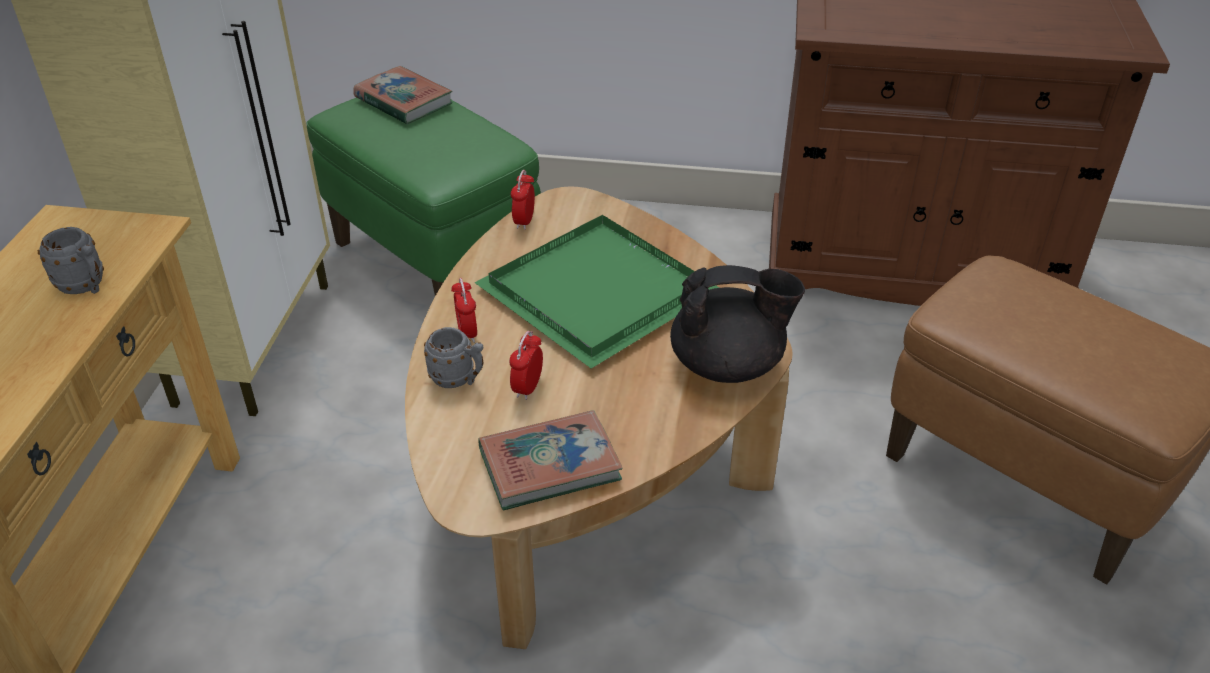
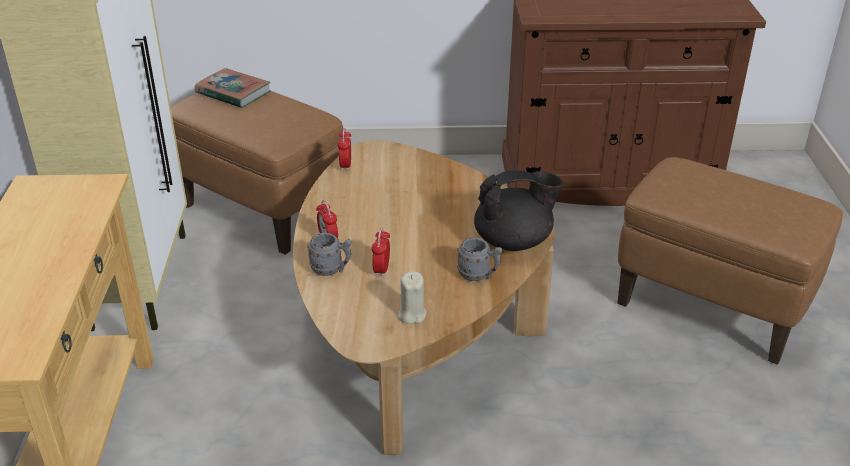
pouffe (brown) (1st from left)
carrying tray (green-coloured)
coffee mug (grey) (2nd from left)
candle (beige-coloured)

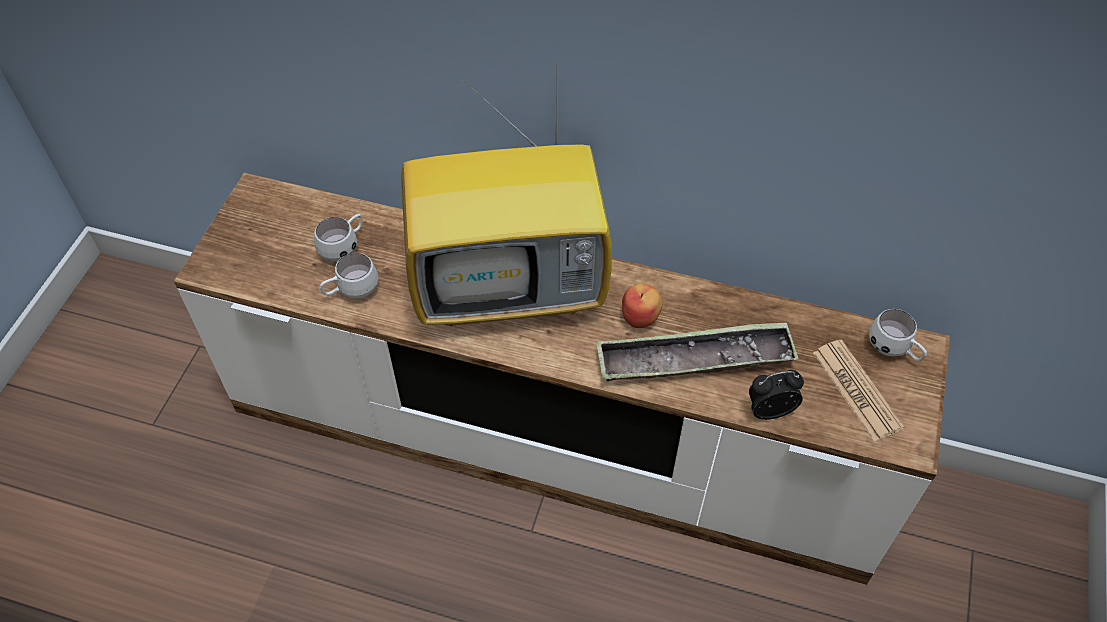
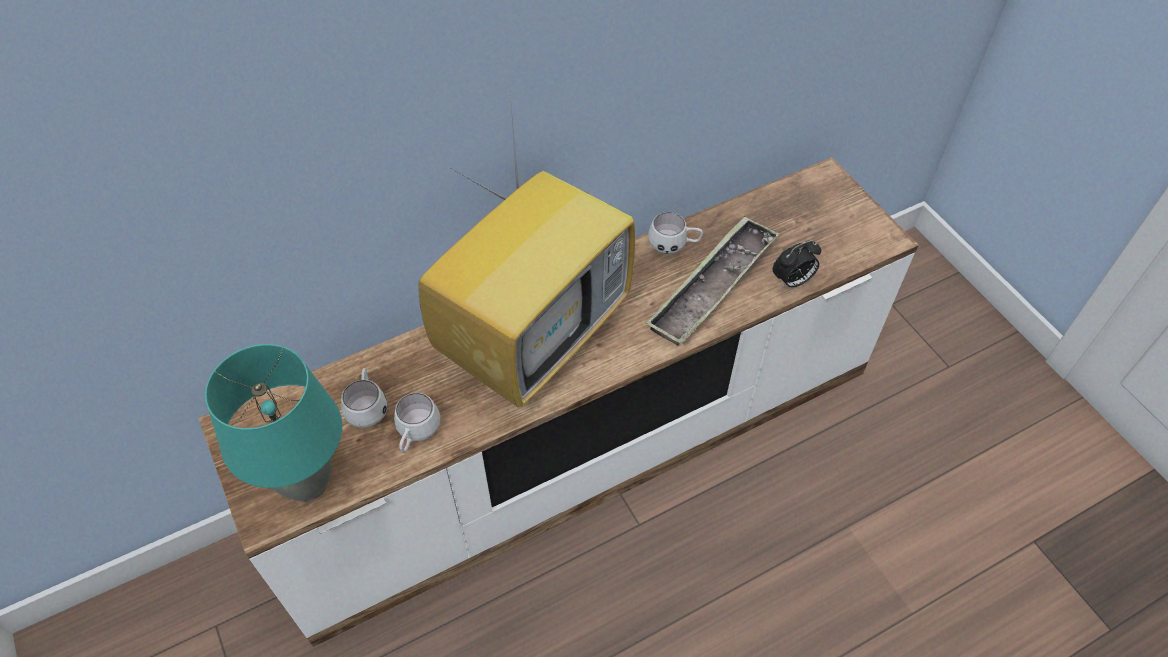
whole apple
coffee mug (white-coloured) (3rd from left)
daily paper
bedside clock
tabletop lamp (turquoise)

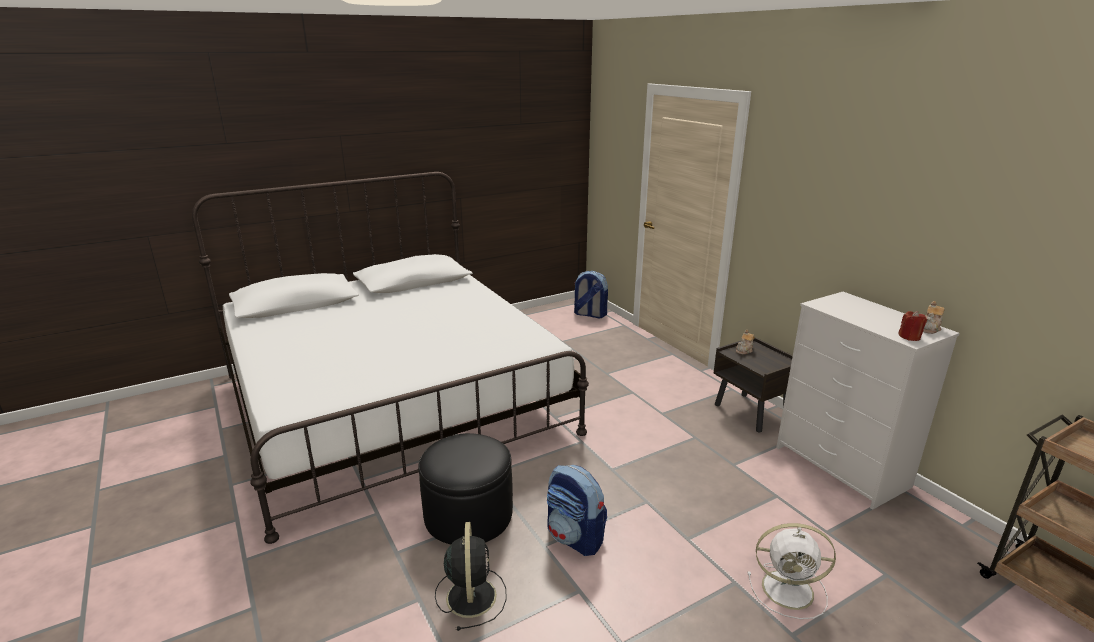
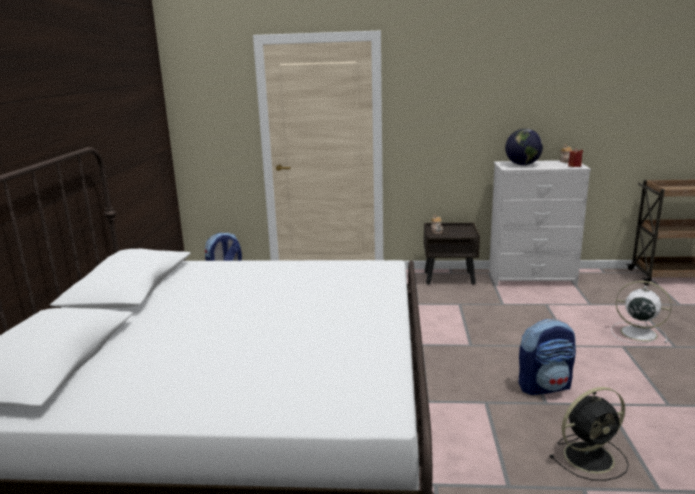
pouffe (black)
fan (black)
fan (white-coloured)
world globe

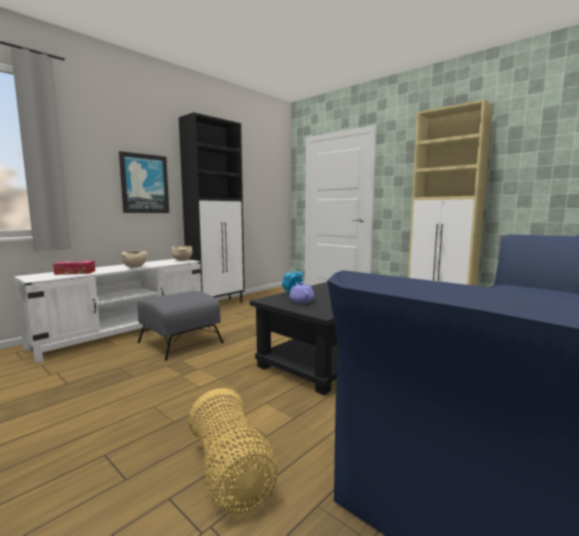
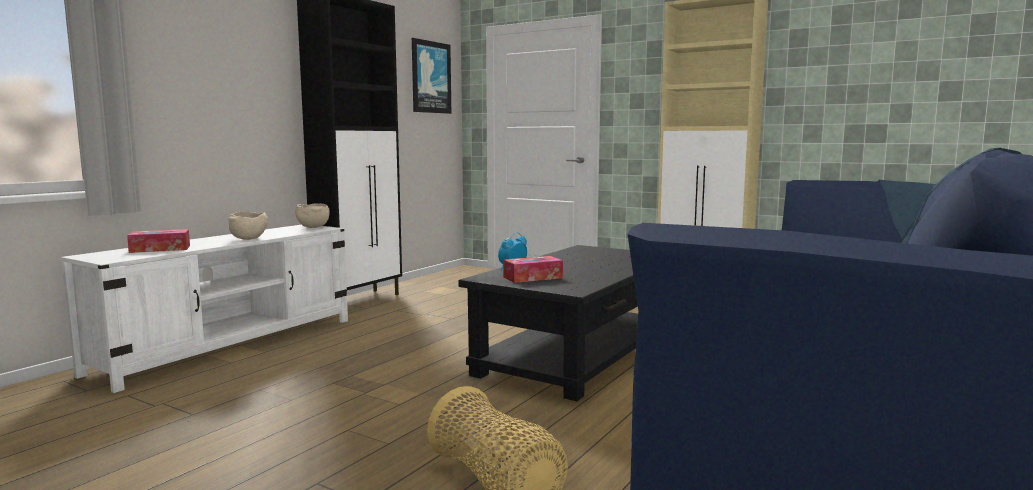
wall art
box of tissues (2nd from left)
pouffe (grey)

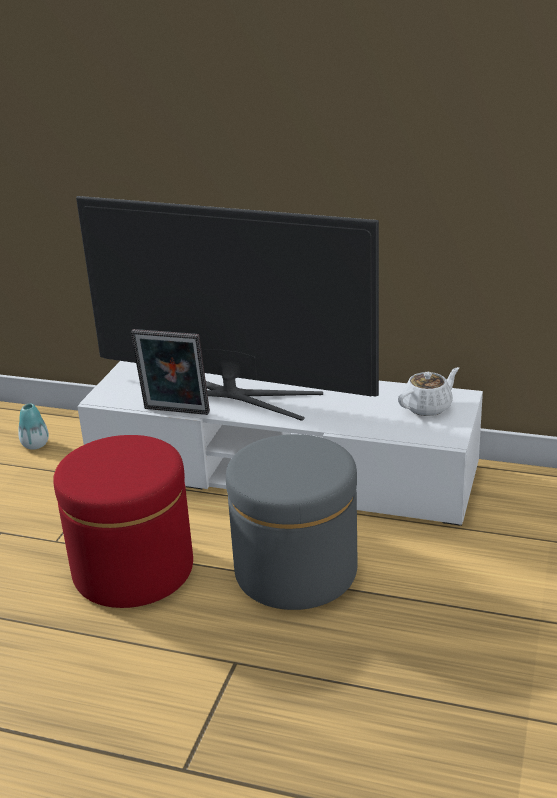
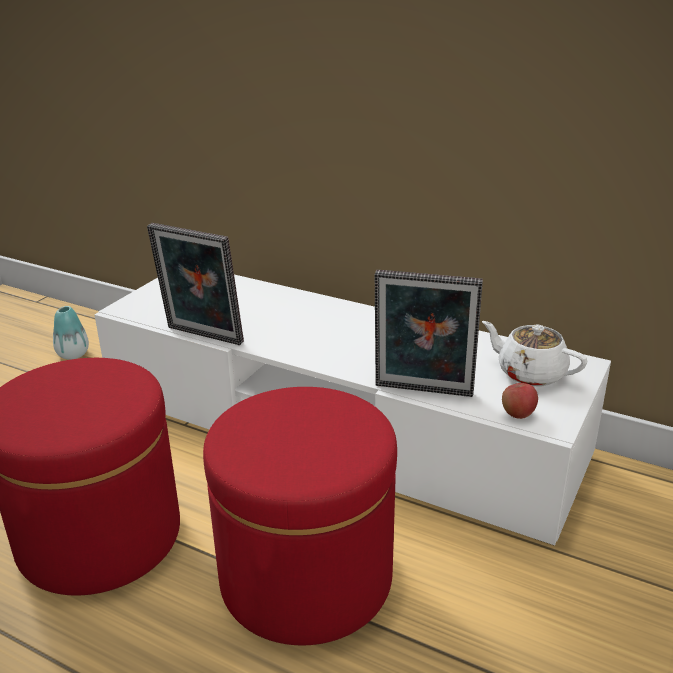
TV
pot for tea (white-coloured)
pouffe (reddish) (2nd from left)
photo frame (2nd from left)
whole apple

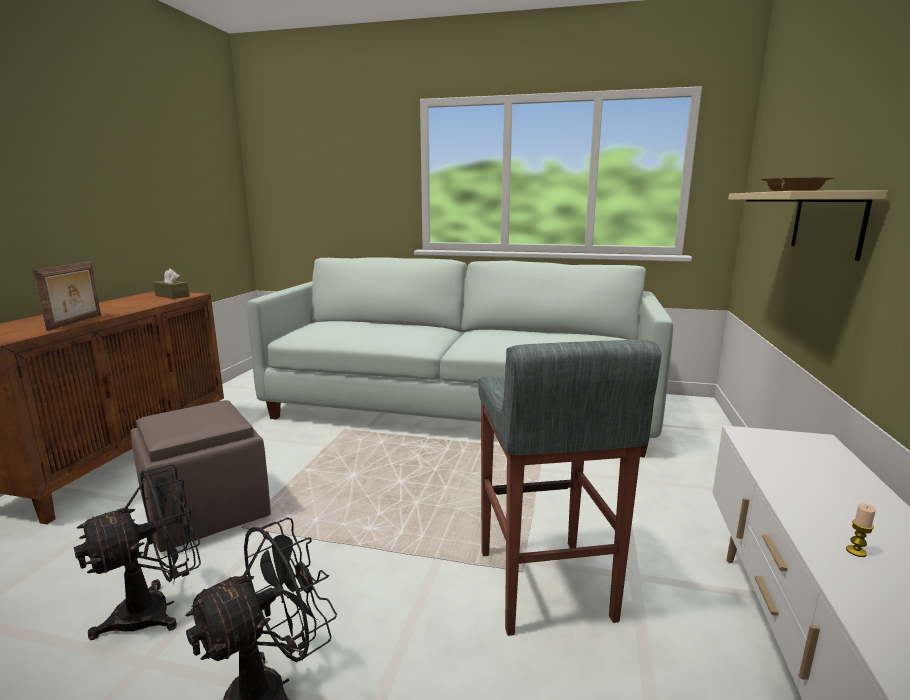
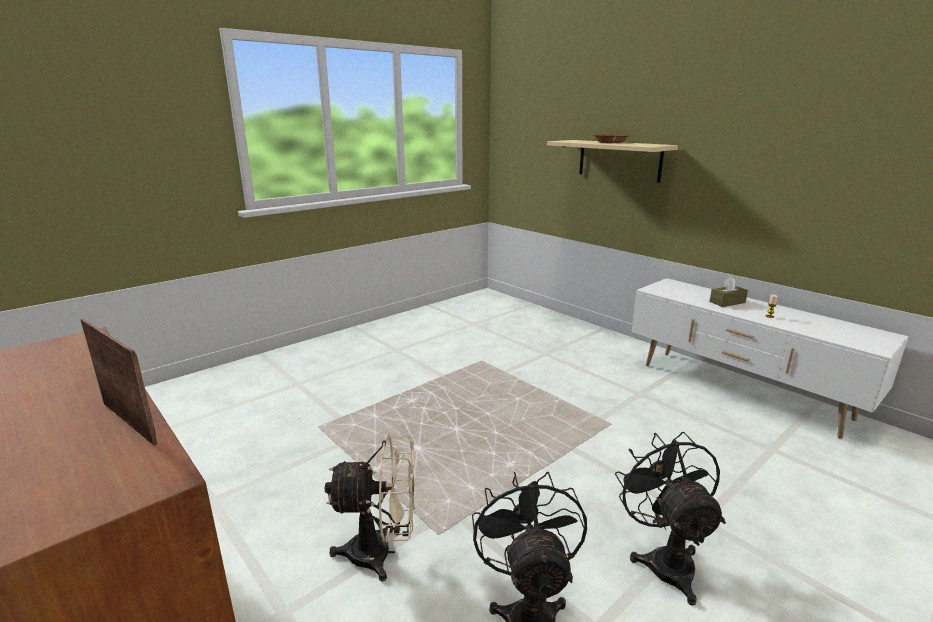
sofa (white-coloured)
box of tissues (brown)
sitting stool (grey)
fan (beige-coloured)

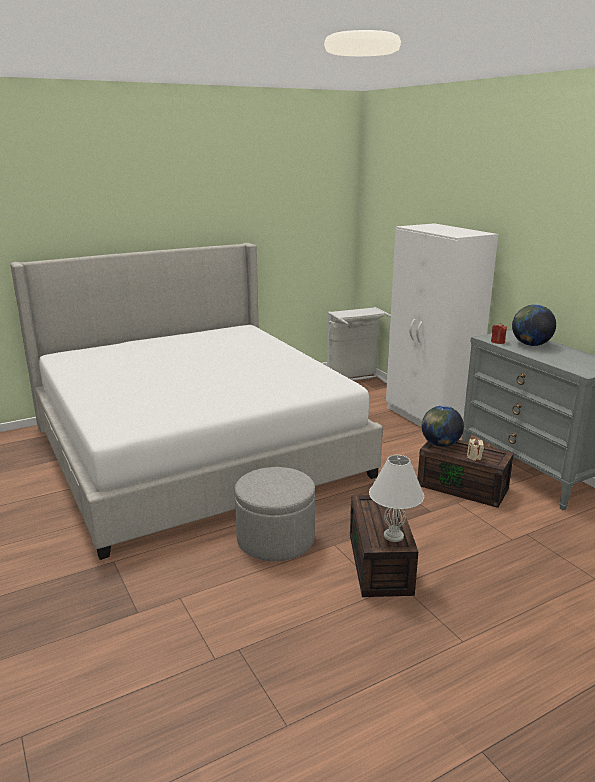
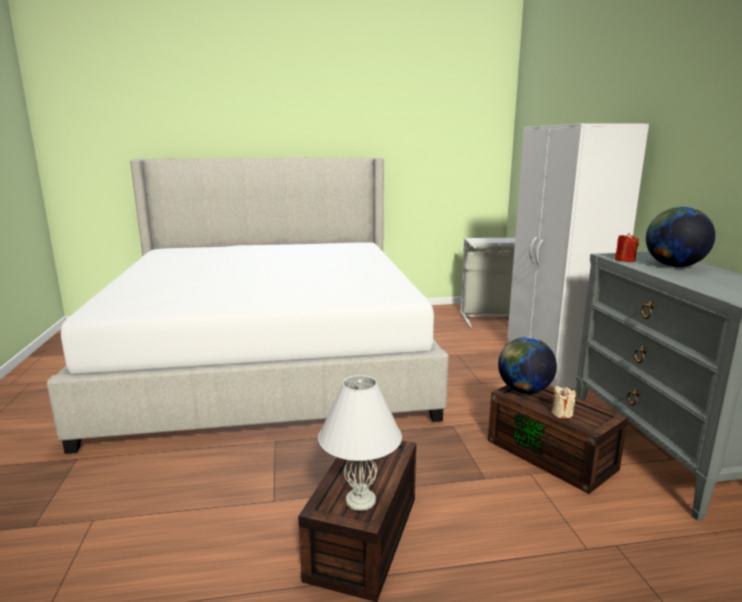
pouffe (grey)

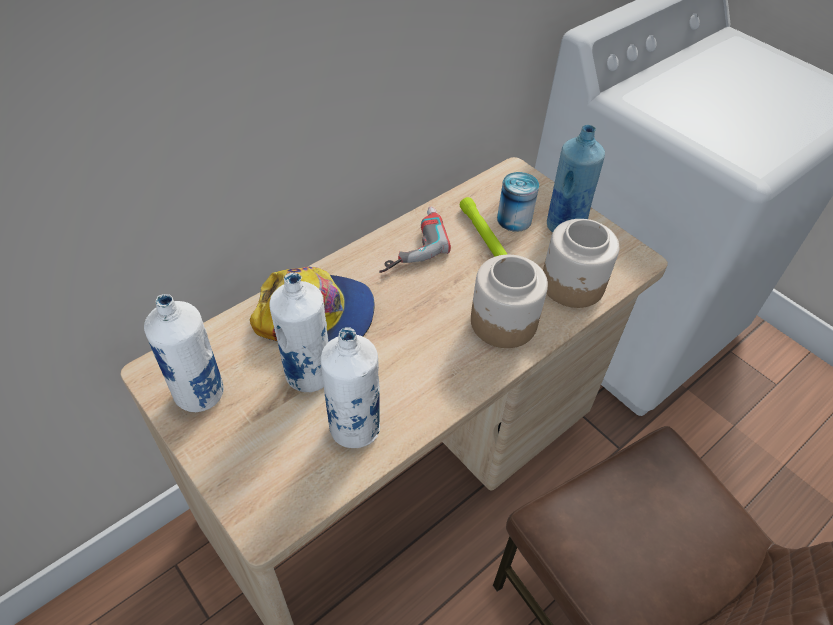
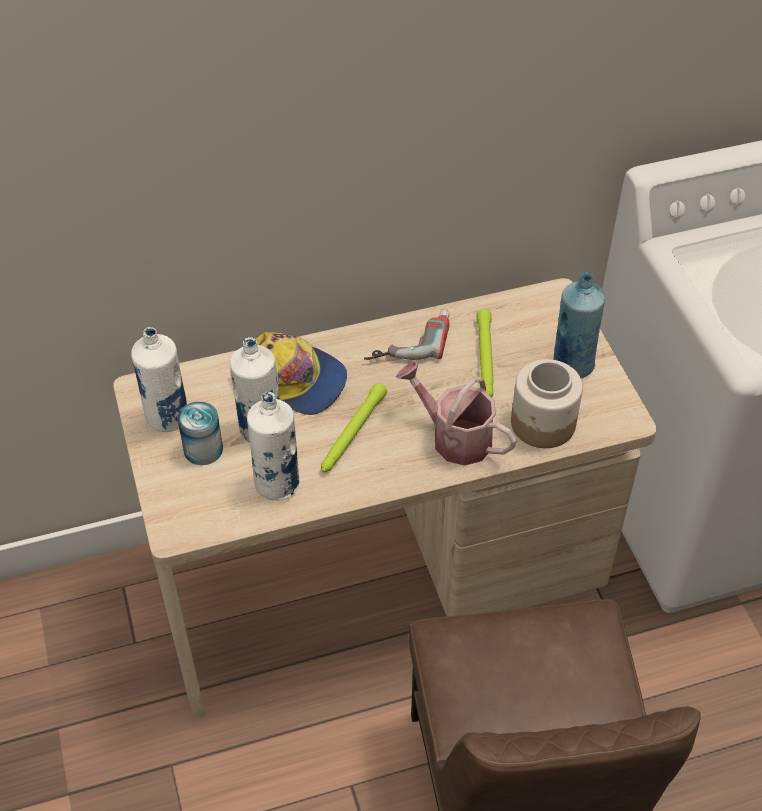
can
watering pot
flashlight (green-coloured) (1st from left)

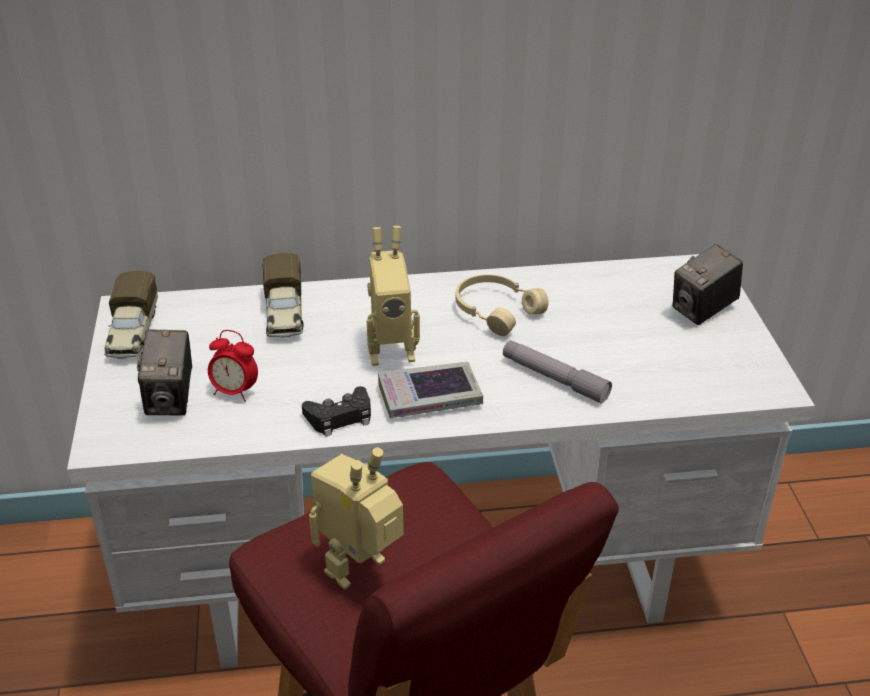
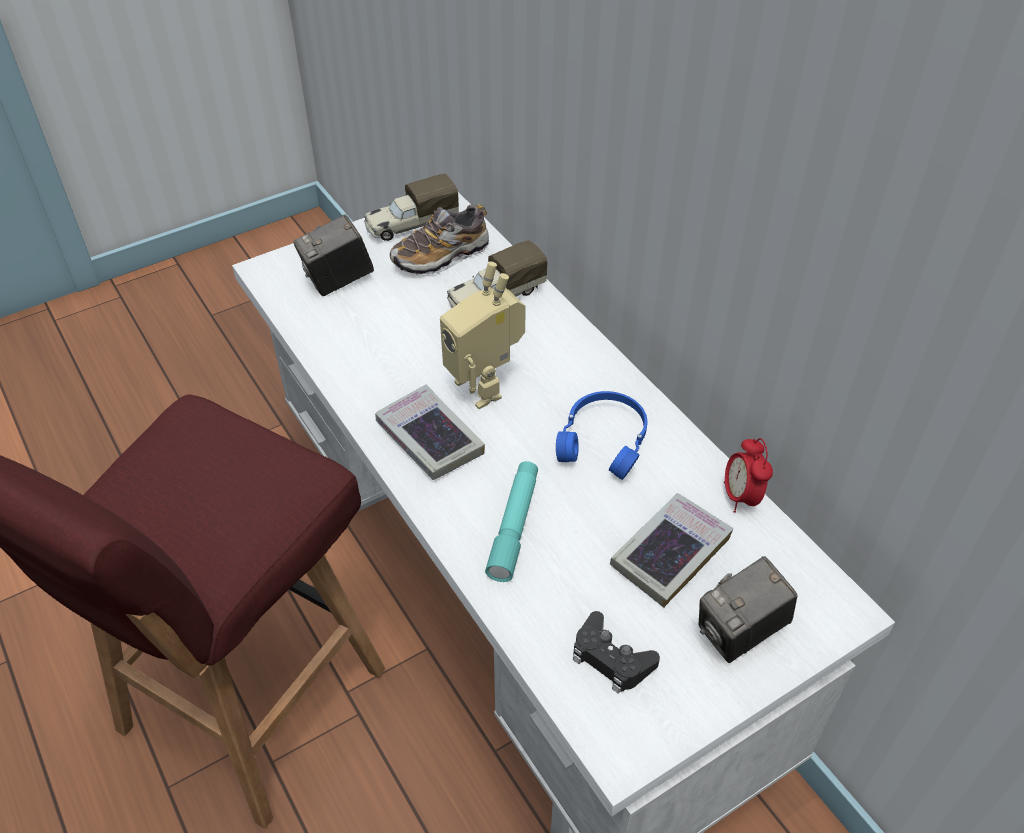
still camera (2nd from left)
pair of headphones (bluish)
bedside clock
flashlight (turquoise)
joypad (black)
toy robot (1st from left in the first image)
shoe
bound book (2nd from left)

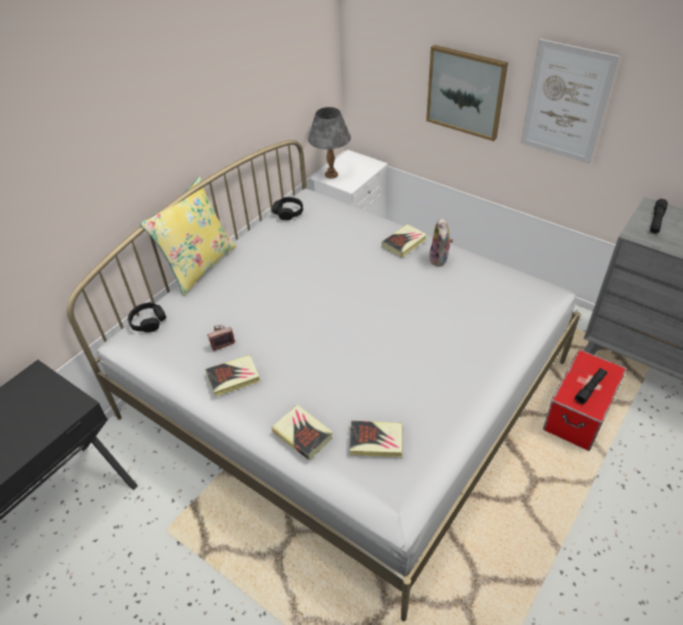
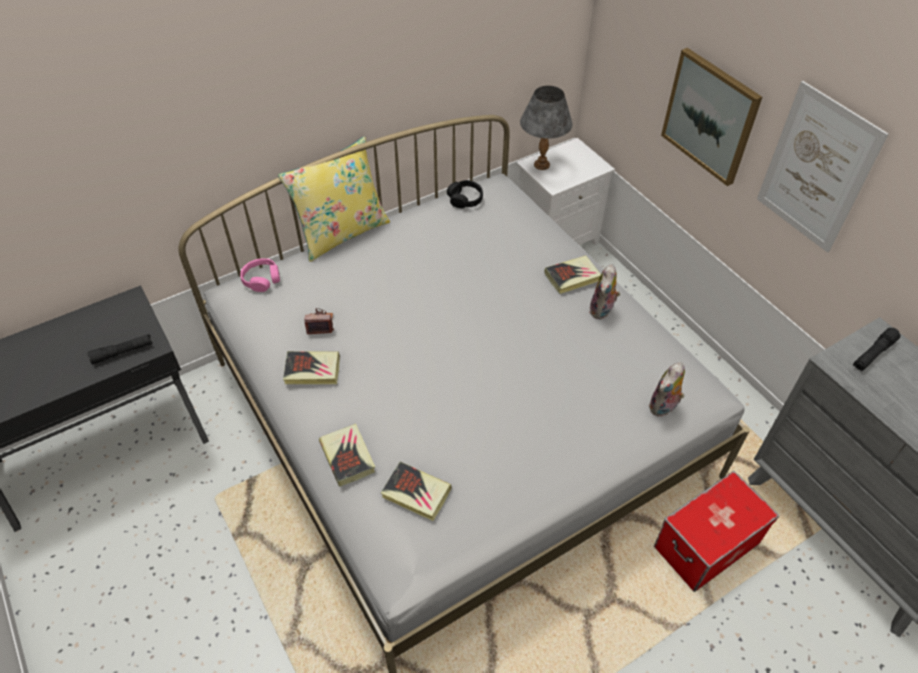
pair of headphones (pinkish)
flashlight (black) (1st from left)
cuddly toy (2nd from left)

